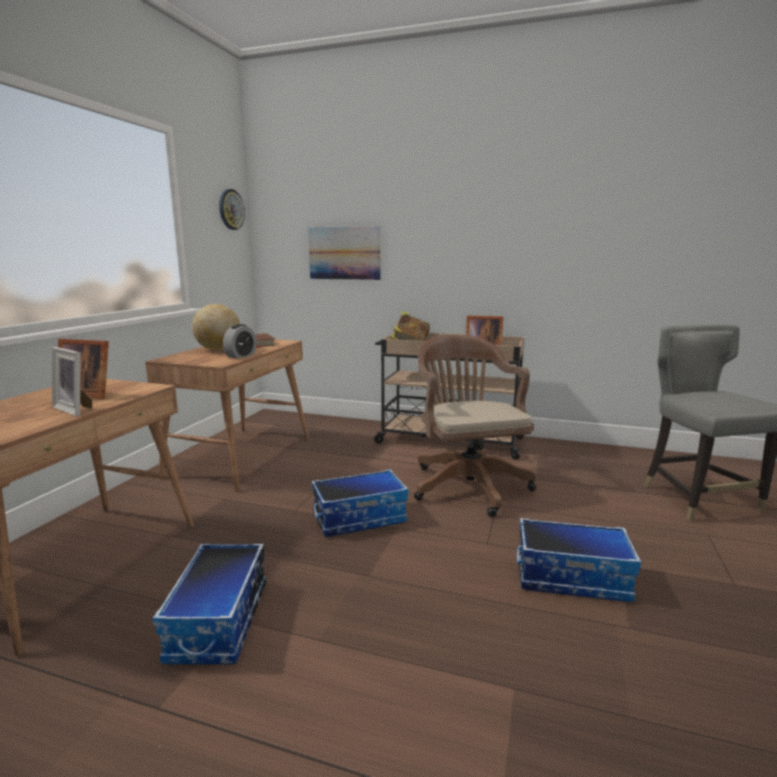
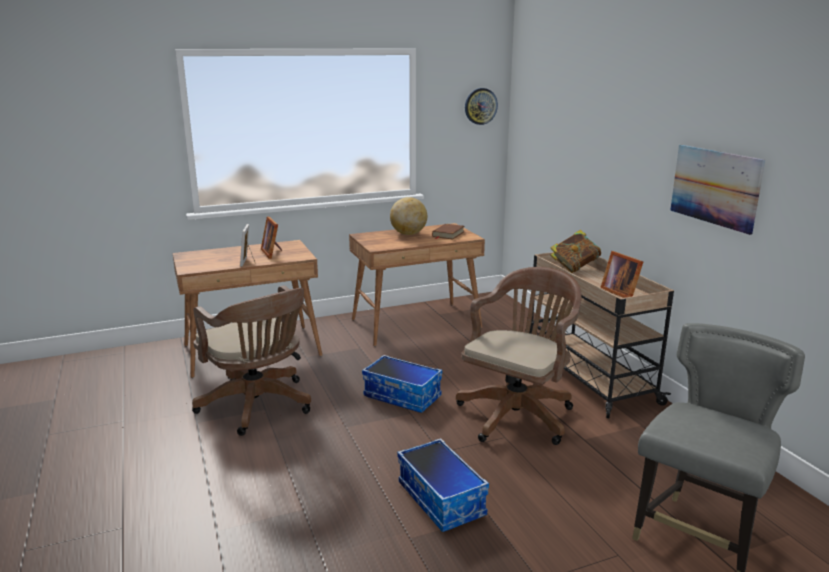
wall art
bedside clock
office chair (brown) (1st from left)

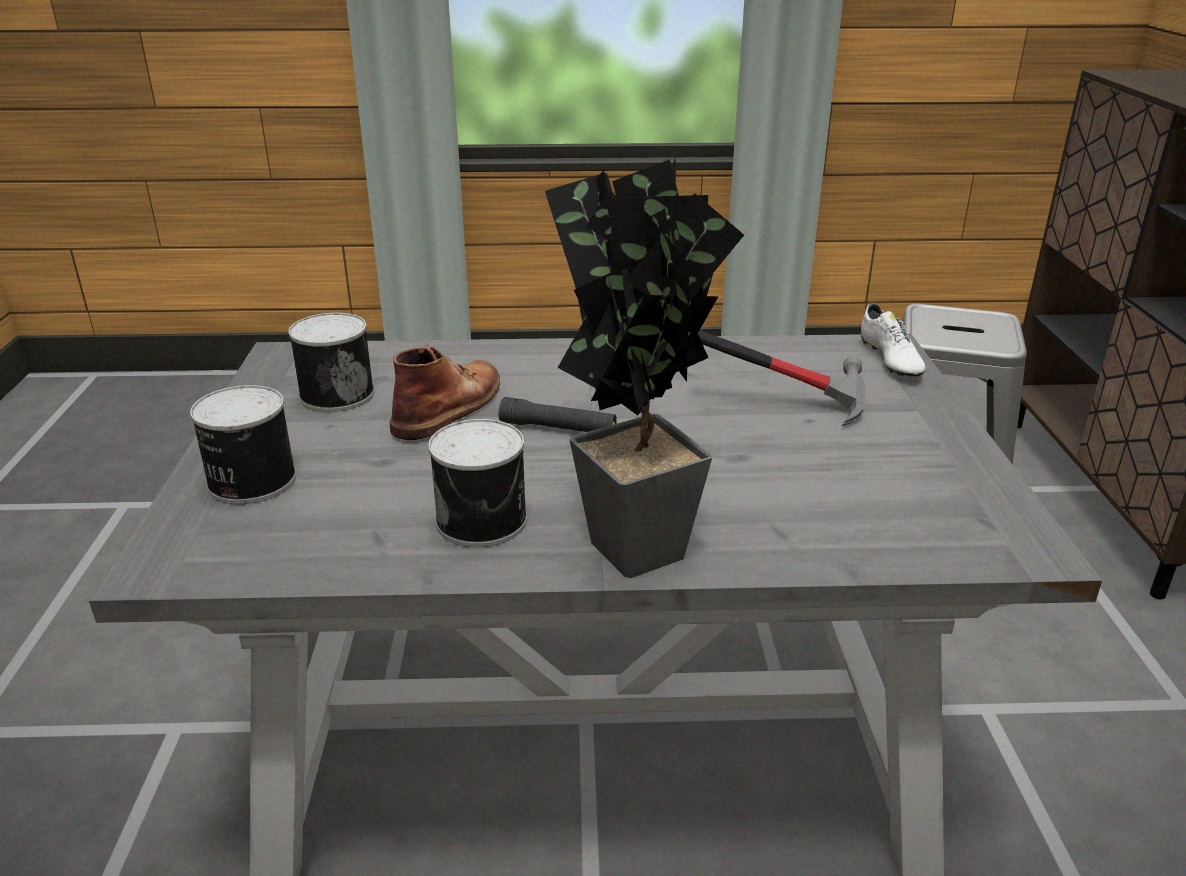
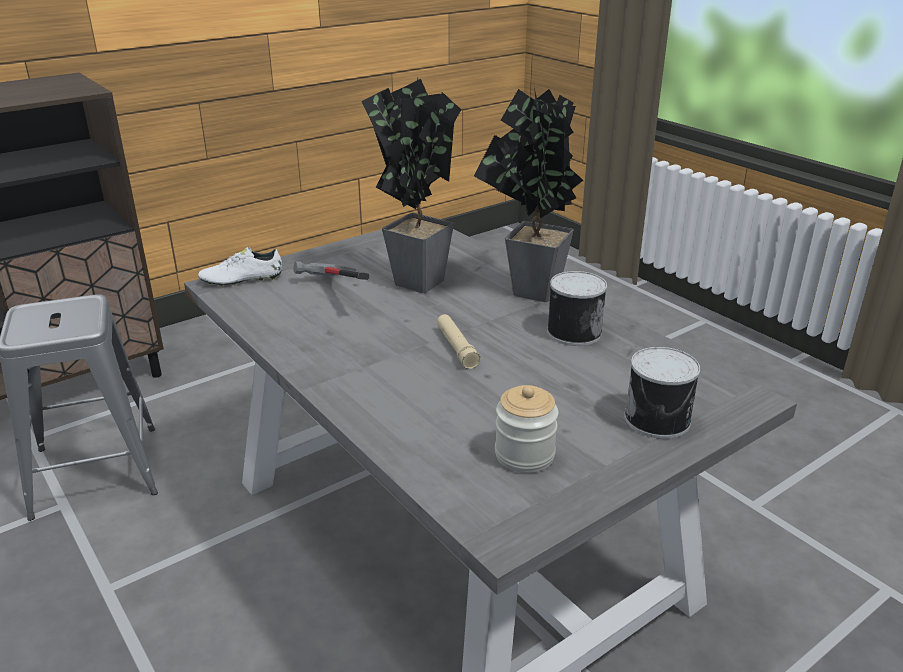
shoe (white-coloured)
preserve jar
tall boot (brown)
flashlight (beige-coloured)
plant in a pot (1st from left)

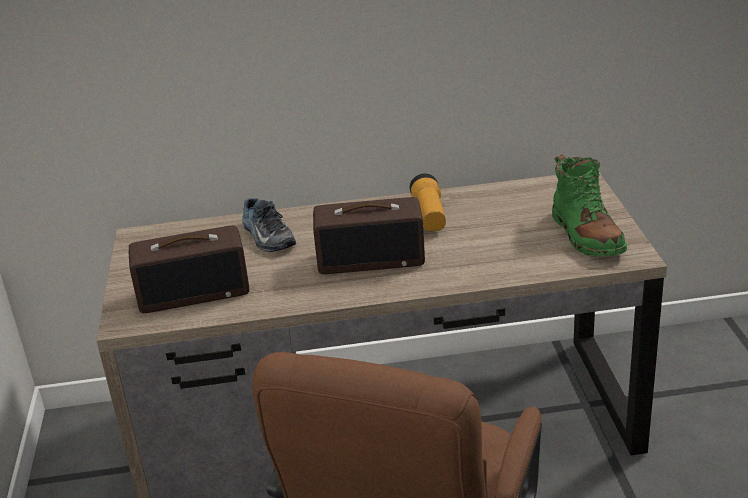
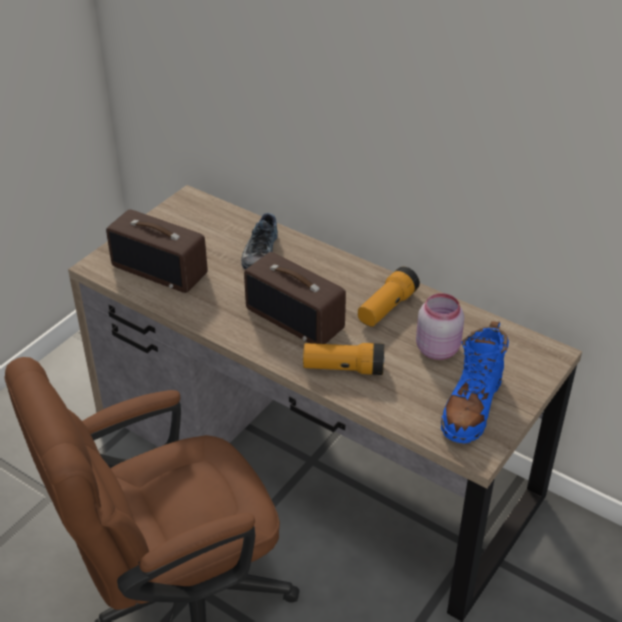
tall boot (bluish)
preserve jar (pinkish)
flashlight (1st from left)

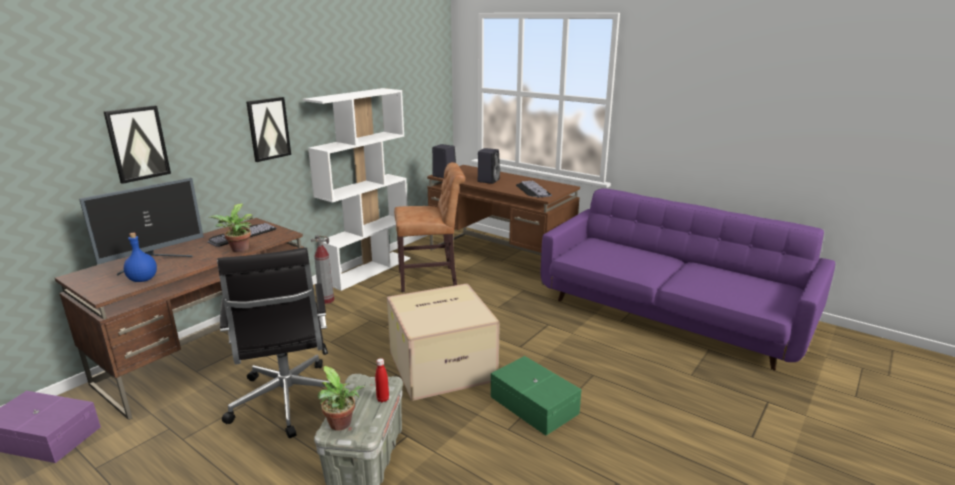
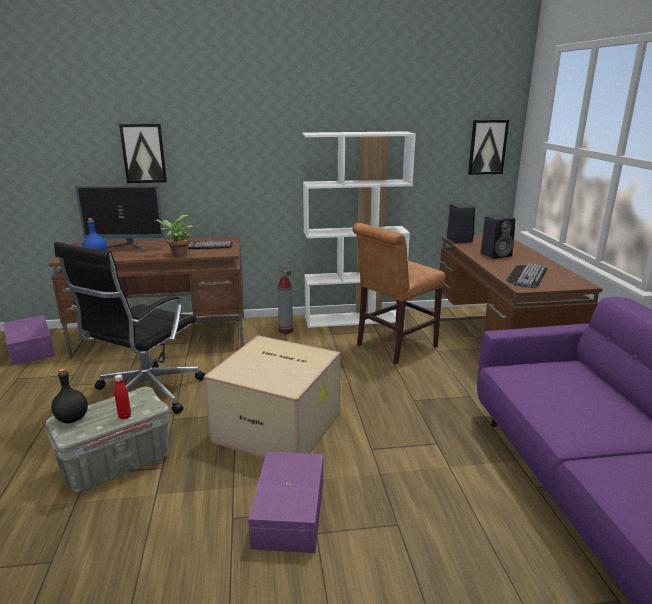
wall art (2nd from left)
upright chair (brown)
storage bin (purple) (2nd from left)
beverage bottle (black)

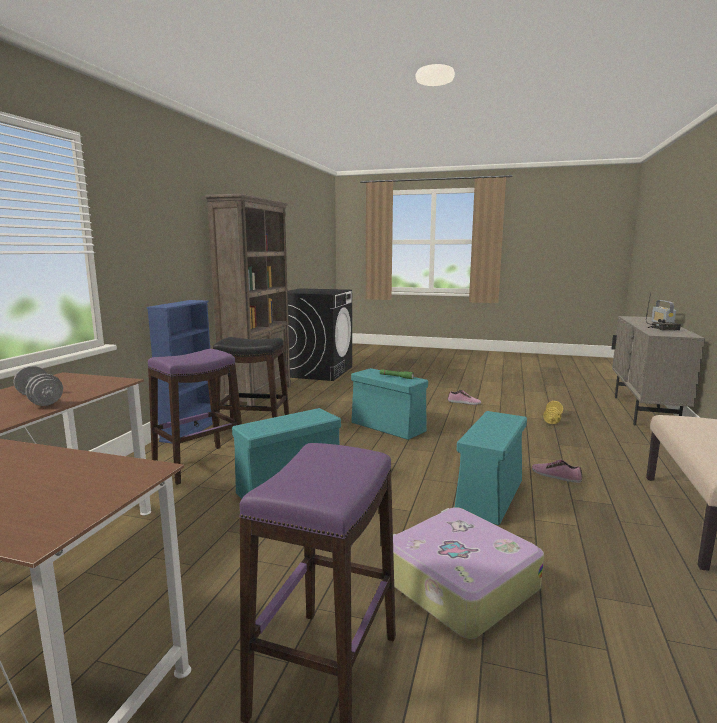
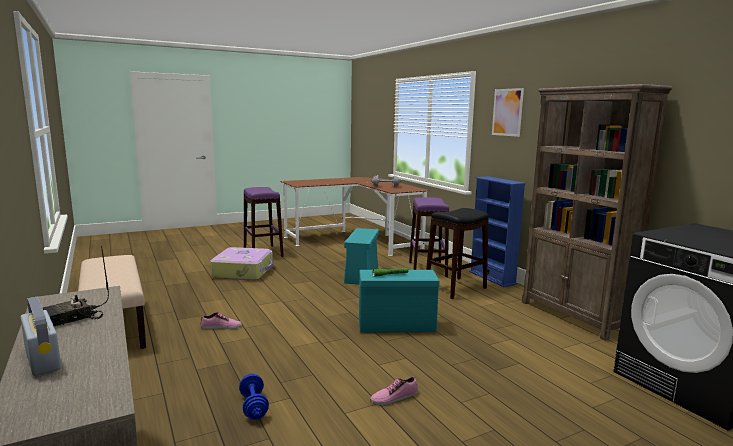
dumbbell (bluish)
storage bin (turquoise) (3rd from left in the first image)
wall art

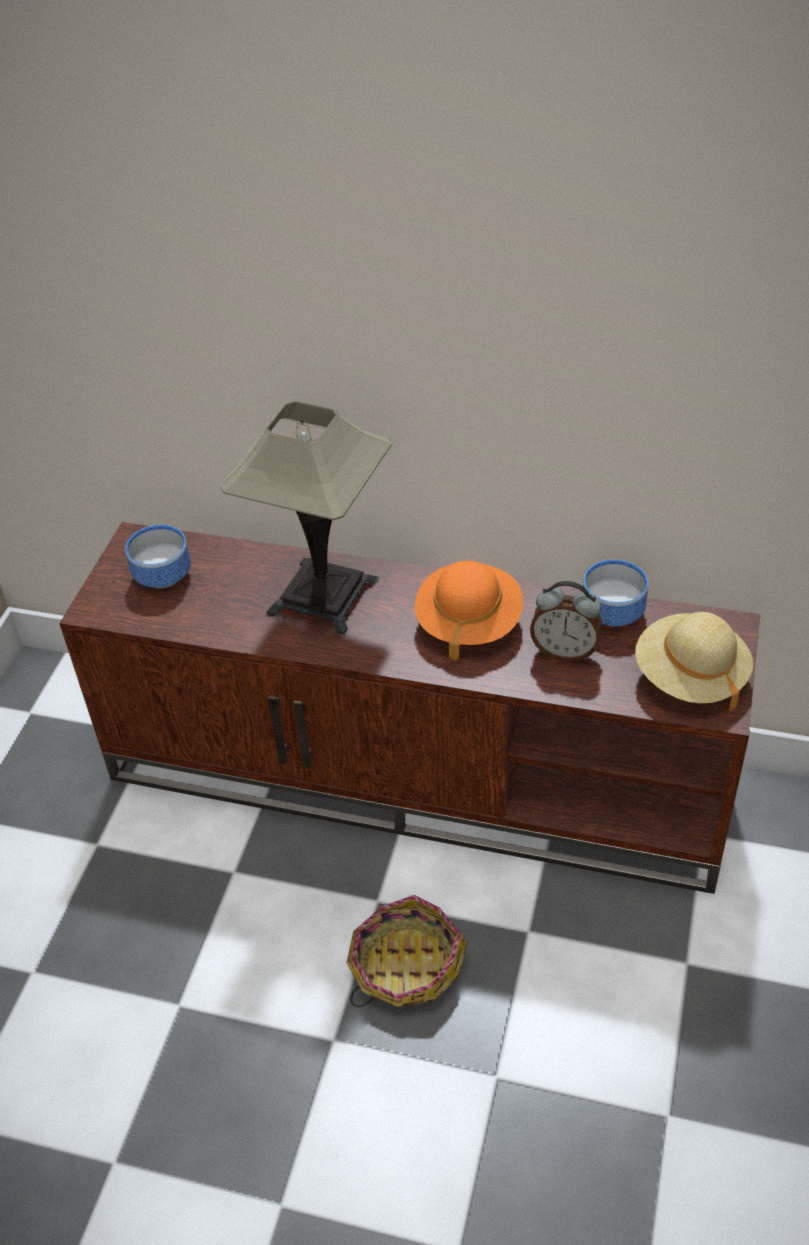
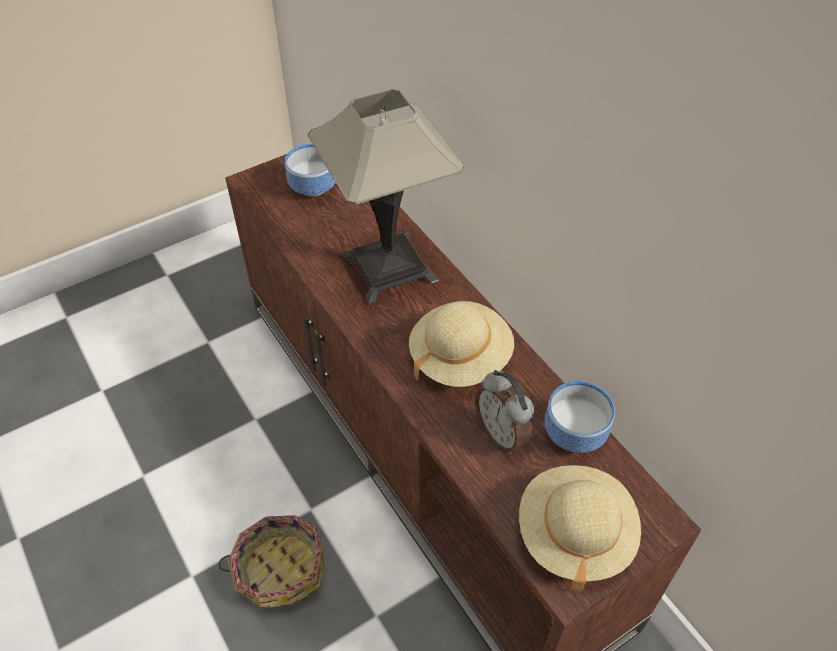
hat (beige-coloured) (1st from left)

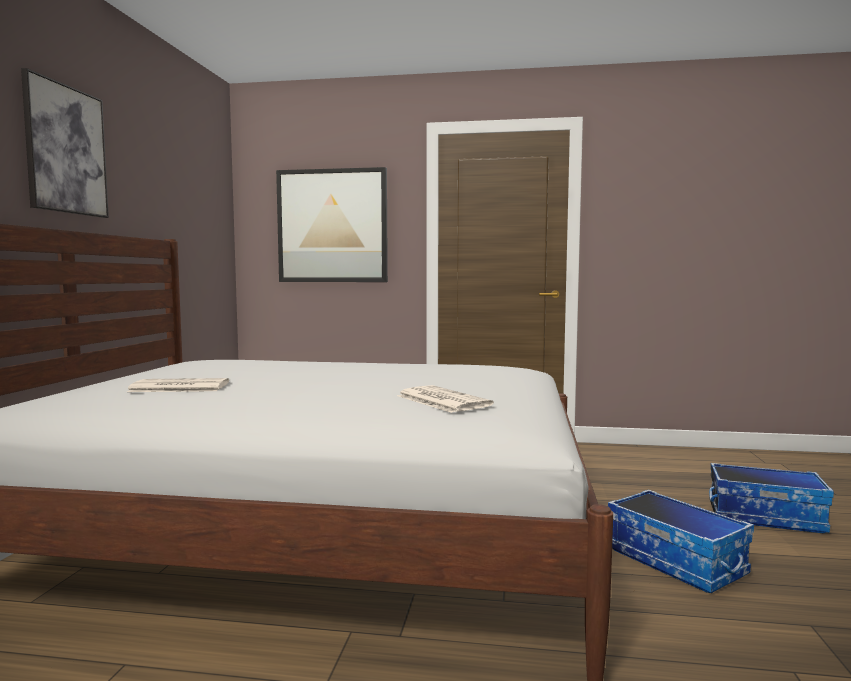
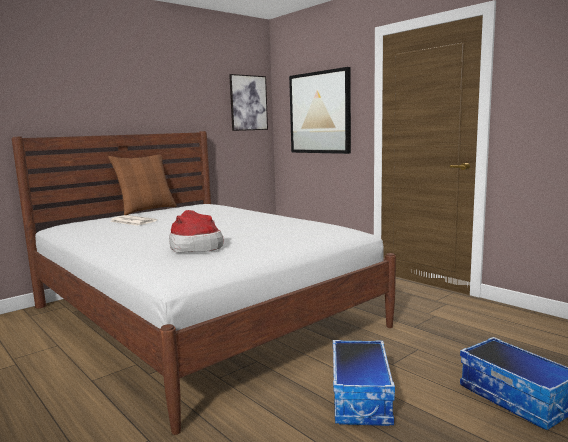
wall art (1st from left)
hat
throw pillow (brown)

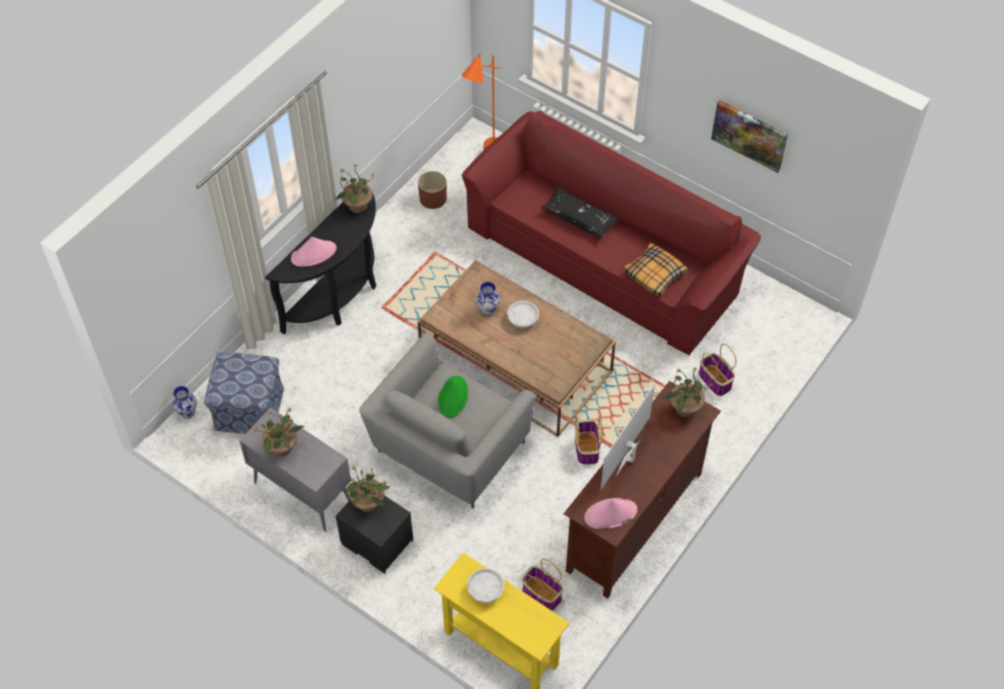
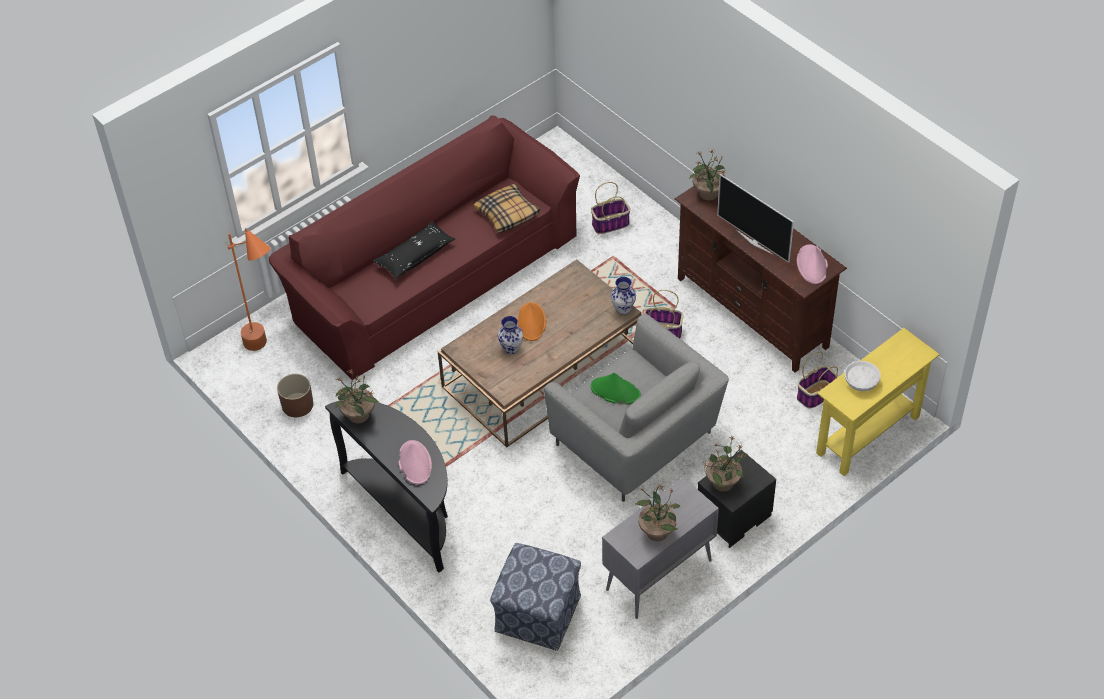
wall art
hat (orangey)
decorative vase (2nd from left)

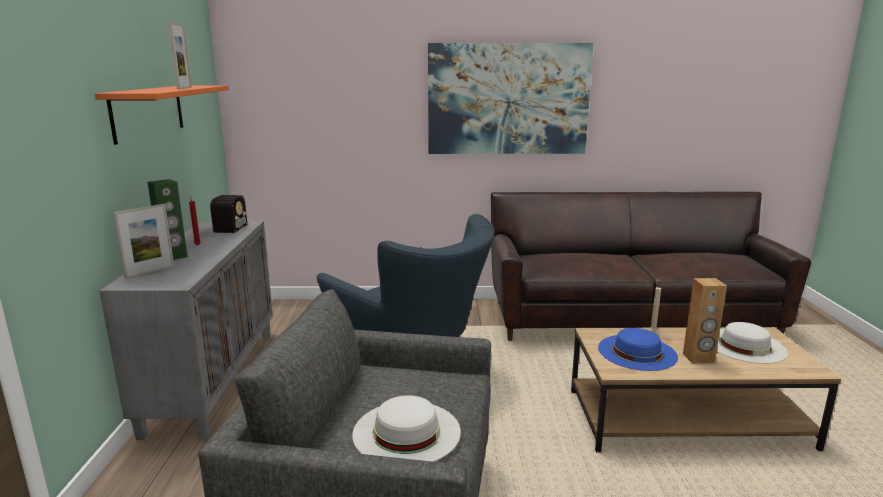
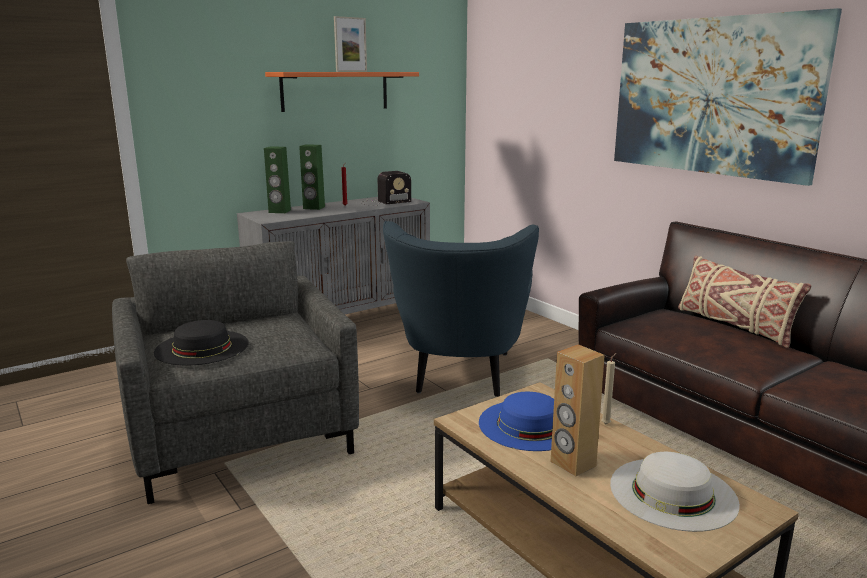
loudspeaker (green-coloured) (1st from left)
hat (black)
throw pillow (beige-coloured)

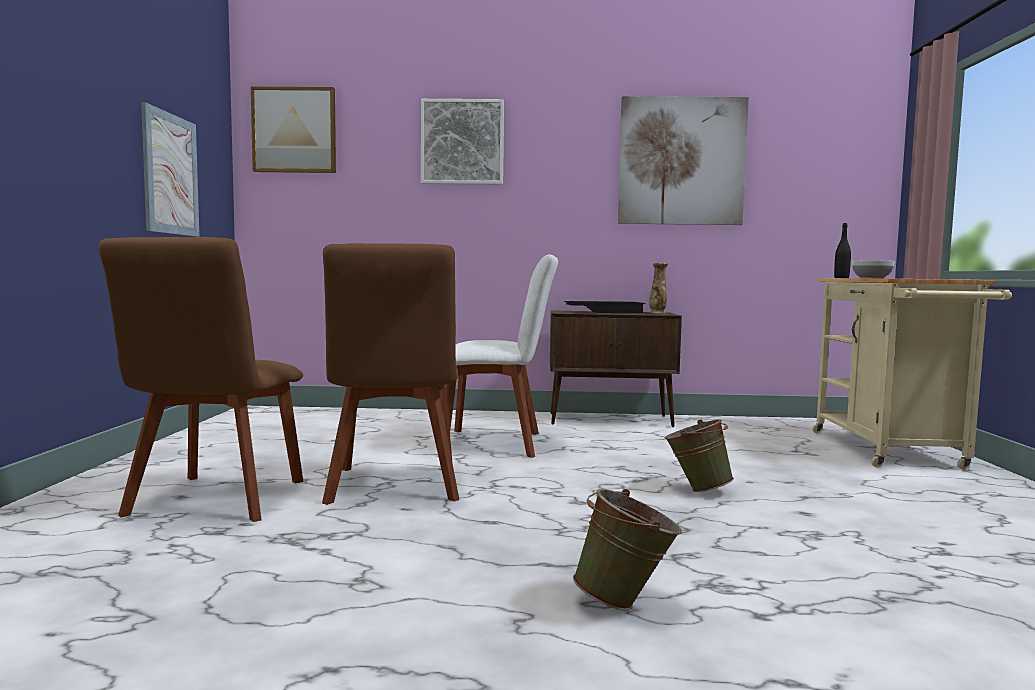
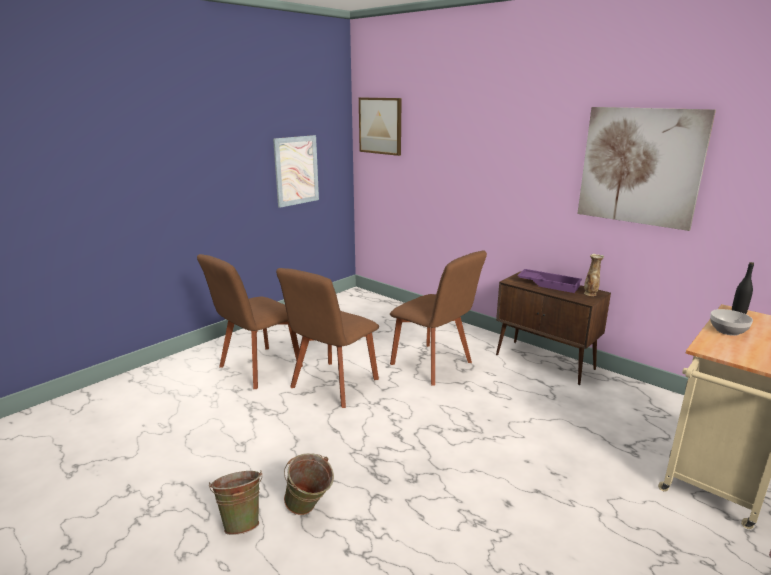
wall art (3rd from left in the first image)
upright chair (brown) (3rd from left)
carrying tray (purple)
pail (green-coloured) (1st from left)

